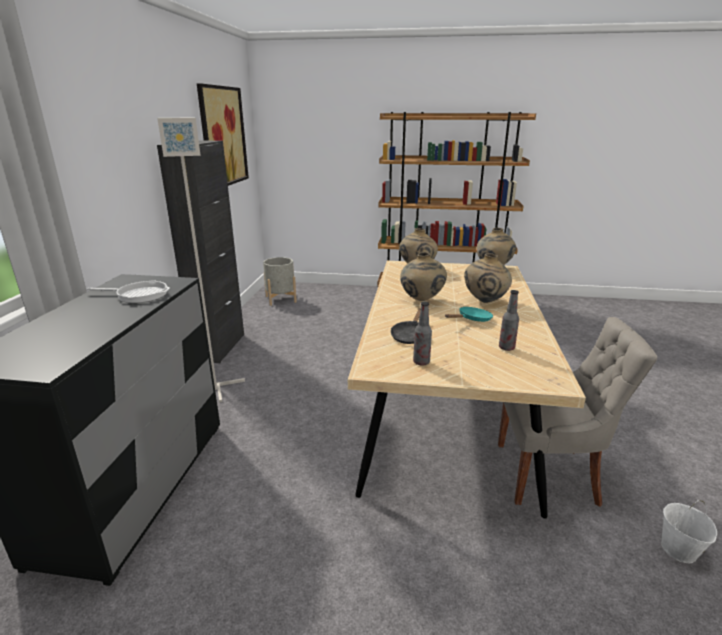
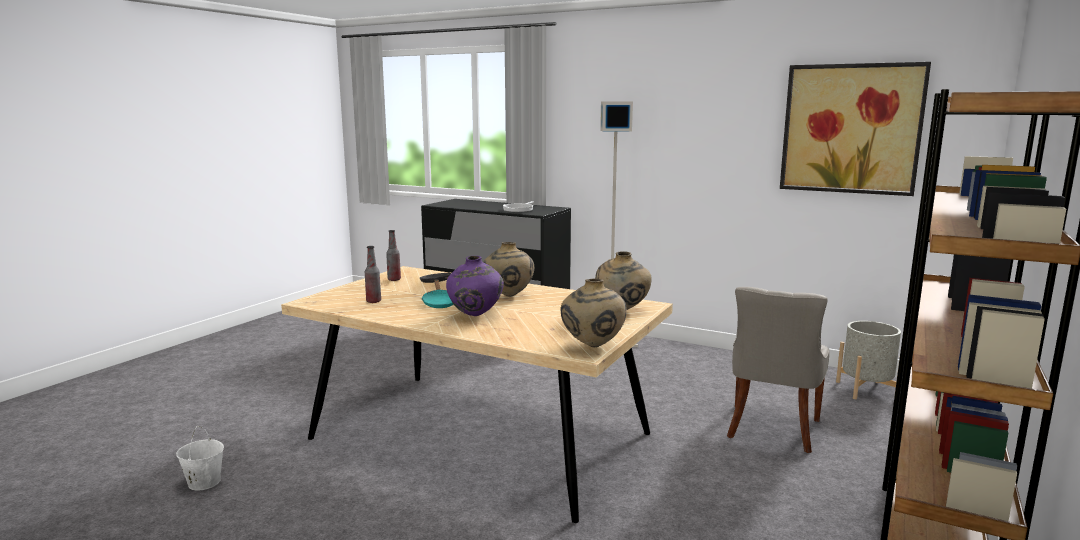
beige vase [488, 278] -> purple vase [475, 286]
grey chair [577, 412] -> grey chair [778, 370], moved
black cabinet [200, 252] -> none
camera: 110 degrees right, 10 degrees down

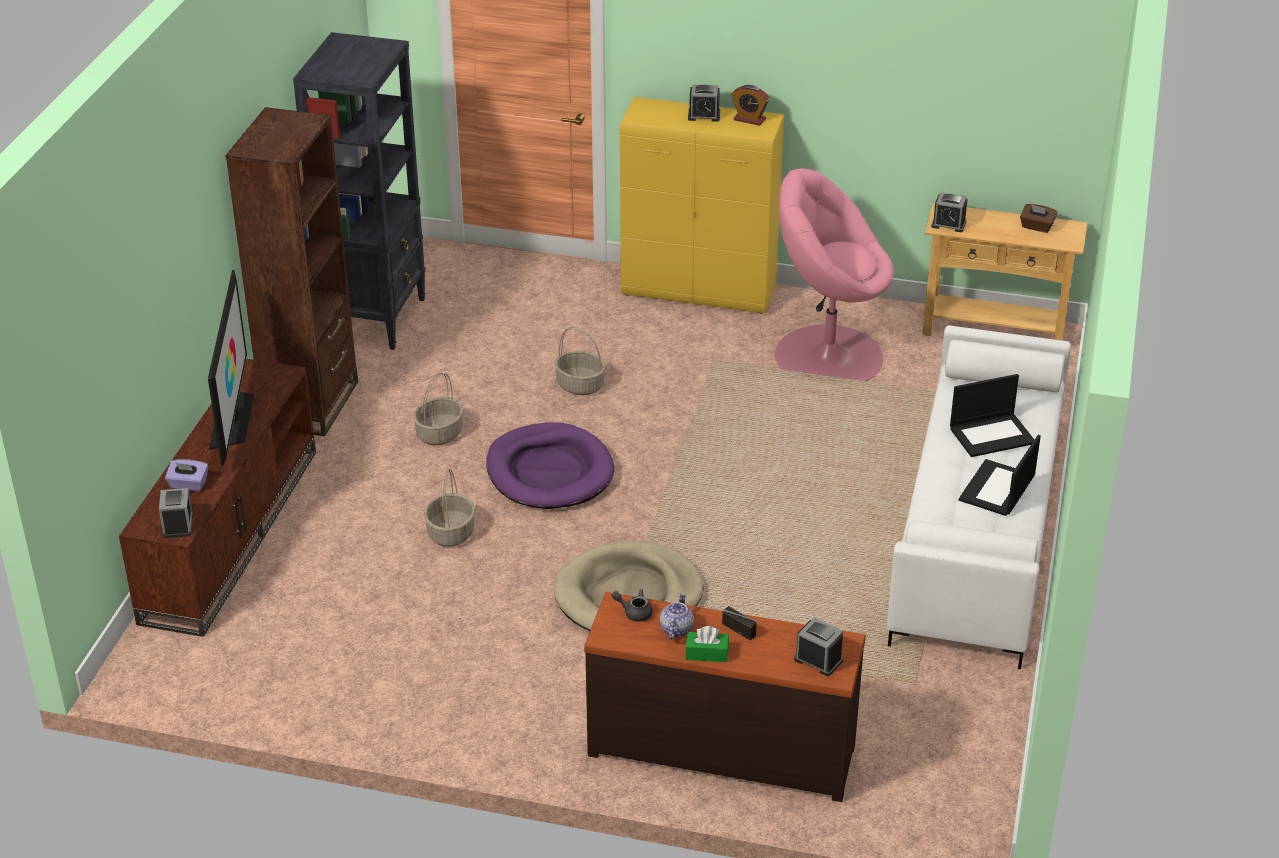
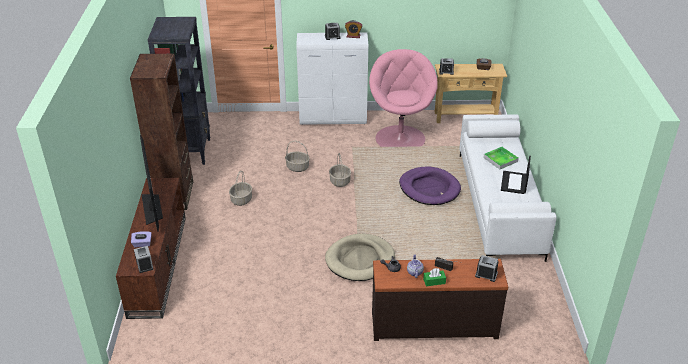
yellow cabinet [702, 205] -> white cabinet [332, 78]
basket [449, 508] -> basket [340, 170], moved
pink armchair [834, 274] -> pink armchair [403, 98], 90 degrees clockwise
purple dog bed [550, 465] -> purple dog bed [430, 186], moved
laptop [992, 415] -> tray [501, 158]
camera: 15 degrees left, 0 degrees up

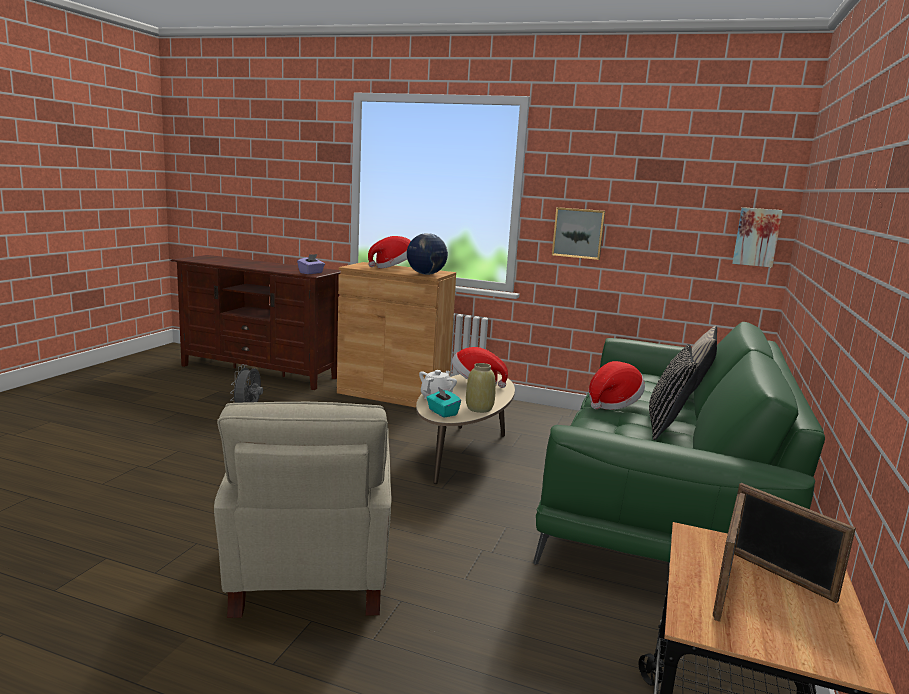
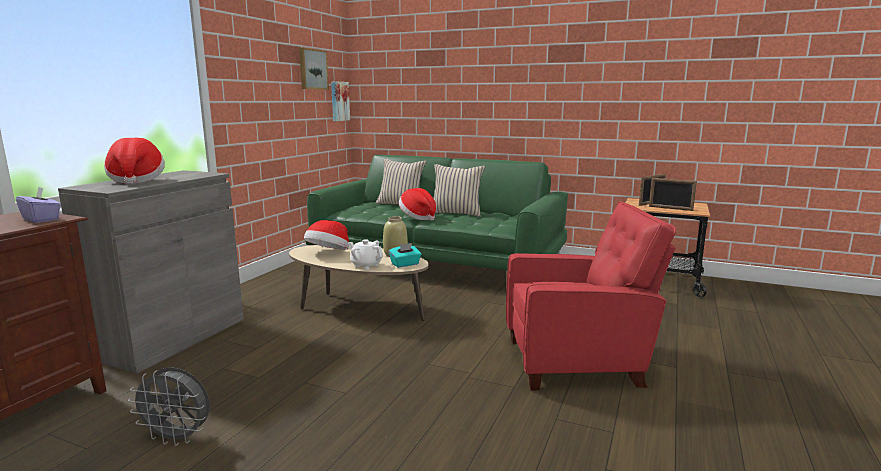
brown cabinet [396, 335] -> grey cabinet [151, 272]
picture [578, 233] -> picture [314, 69], moved
black pillow [674, 392] -> beige pillow [459, 190]
beige armchair [303, 509] -> red armchair [591, 295]
globe [427, 254] -> none
camera: 85 degrees left, 0 degrees up

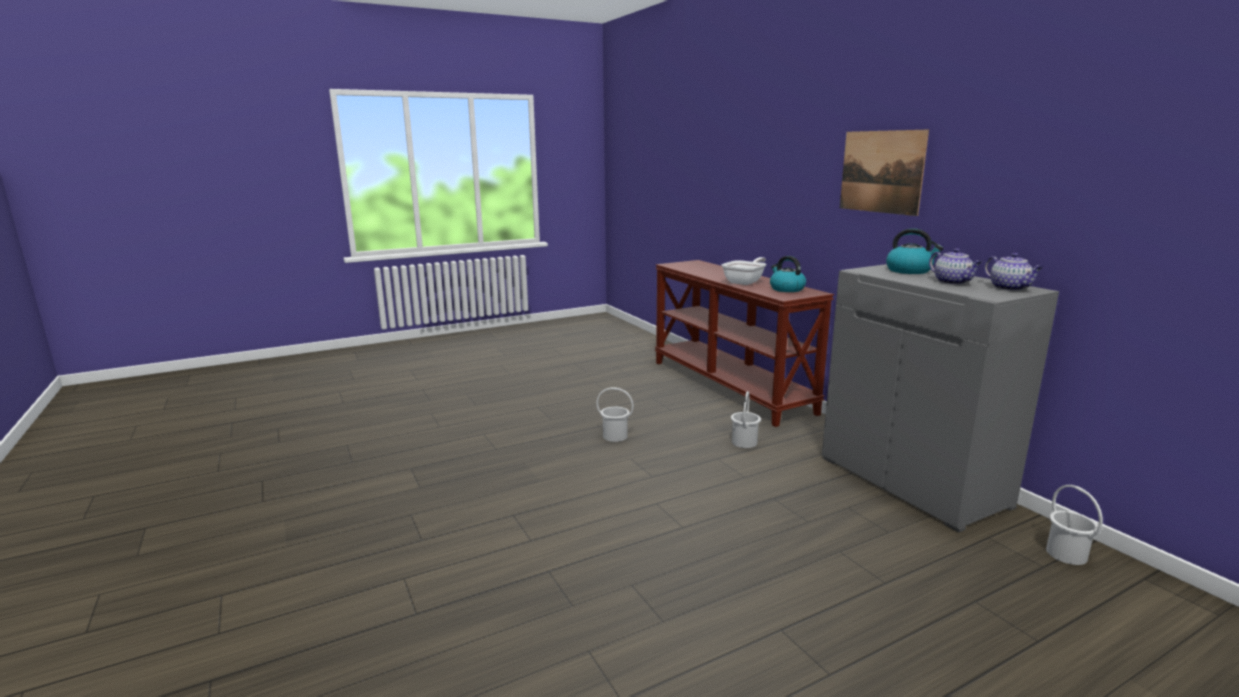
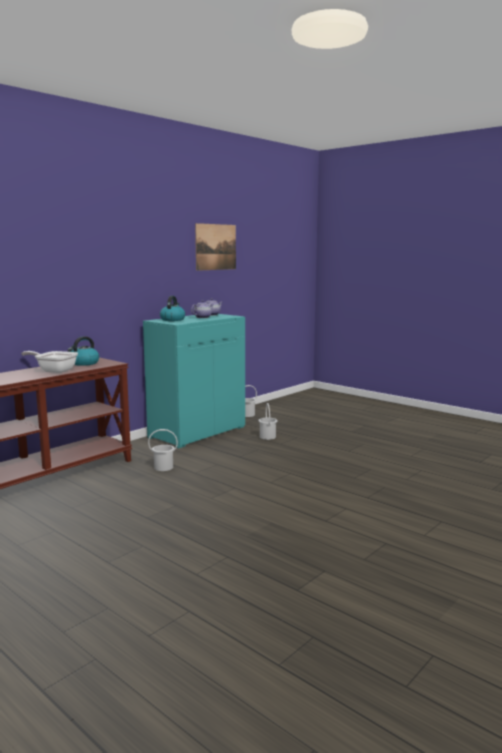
grey cabinet [940, 398] -> turquoise cabinet [194, 381]
picture [884, 173] -> picture [215, 247], moved
white bucket [615, 414] -> white bucket [267, 421], moved
camera: 110 degrees left, 5 degrees down

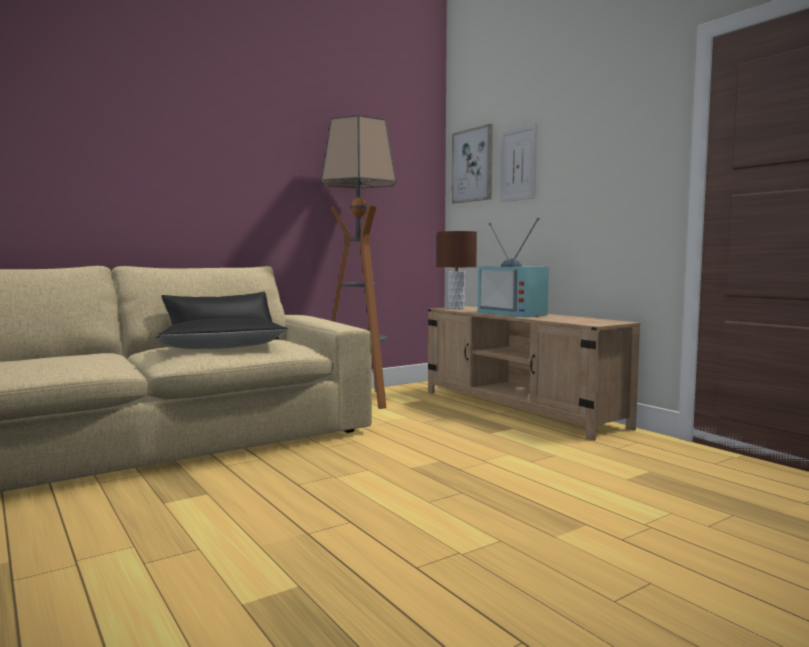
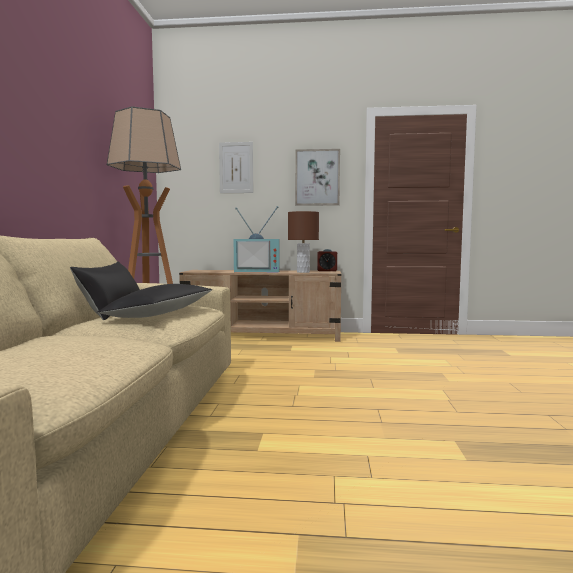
brown table lamp [457, 270] -> brown table lamp [303, 242], moved
picture [472, 164] -> picture [317, 177], moved
none -> alarm clock [327, 260]
camera: 50 degrees left, 0 degrees up

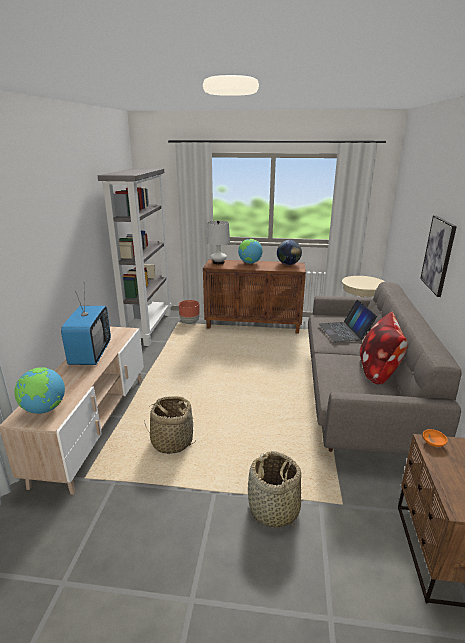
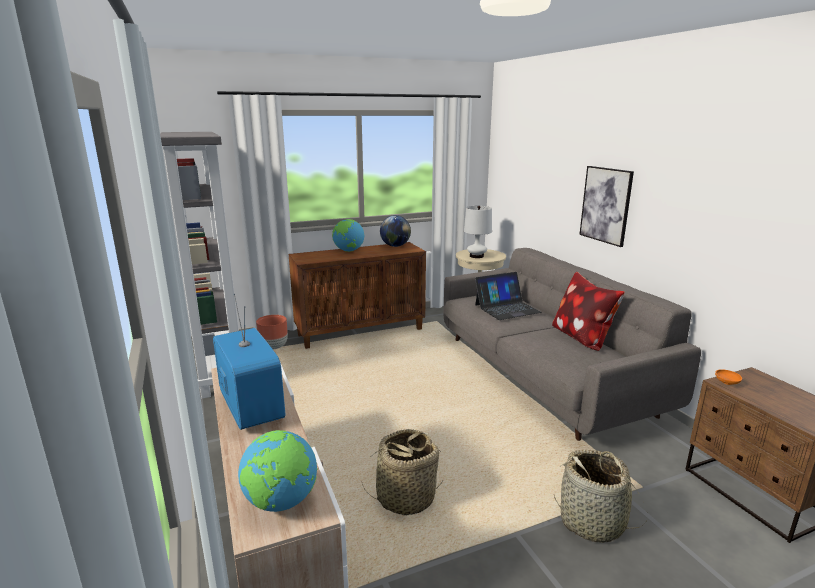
white table lamp [218, 242] -> white table lamp [478, 232], moved
laptop [348, 321] -> laptop [508, 296], 75 degrees counterclockwise
camera: 30 degrees left, 5 degrees down

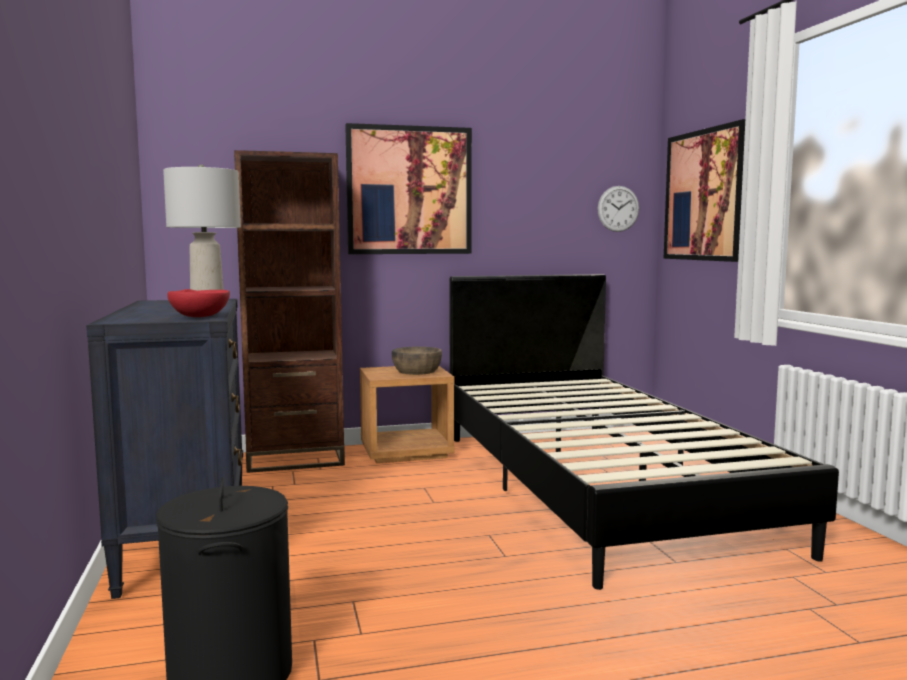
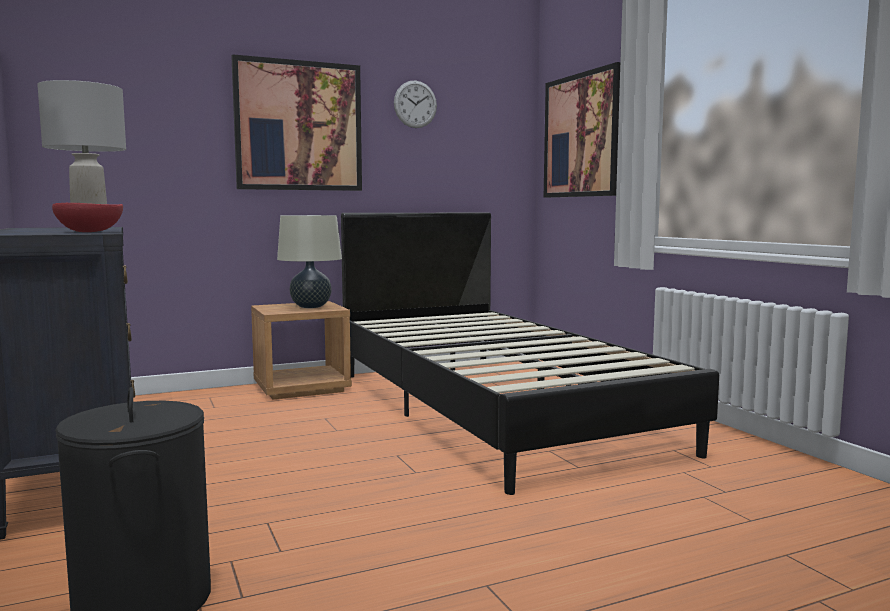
brown bowl [417, 361] -> beige table lamp [309, 261]
wall clock [618, 209] -> wall clock [415, 104], moved
brown bookcase [289, 311] -> none
camera: 10 degrees left, 0 degrees up

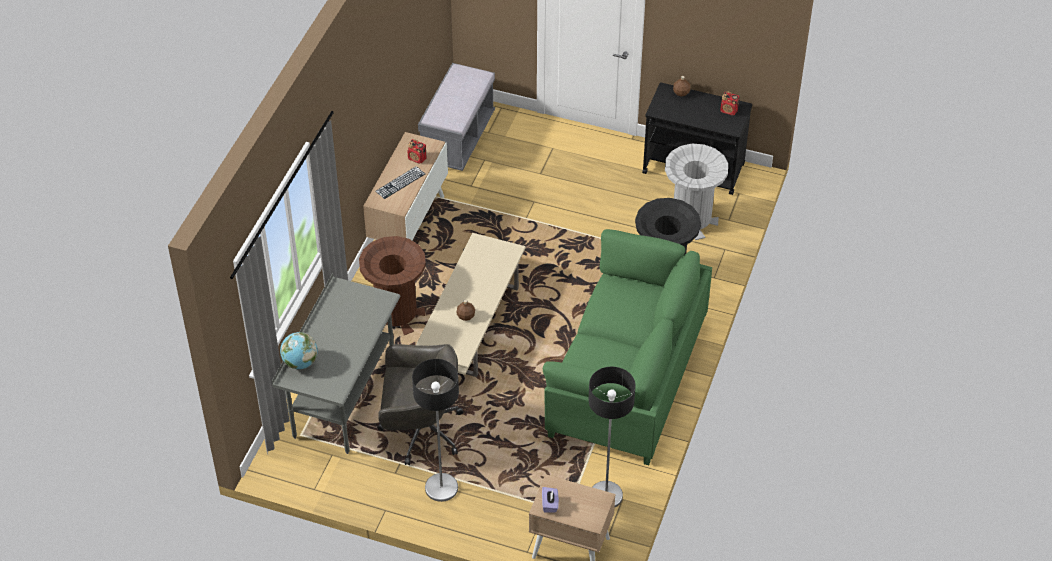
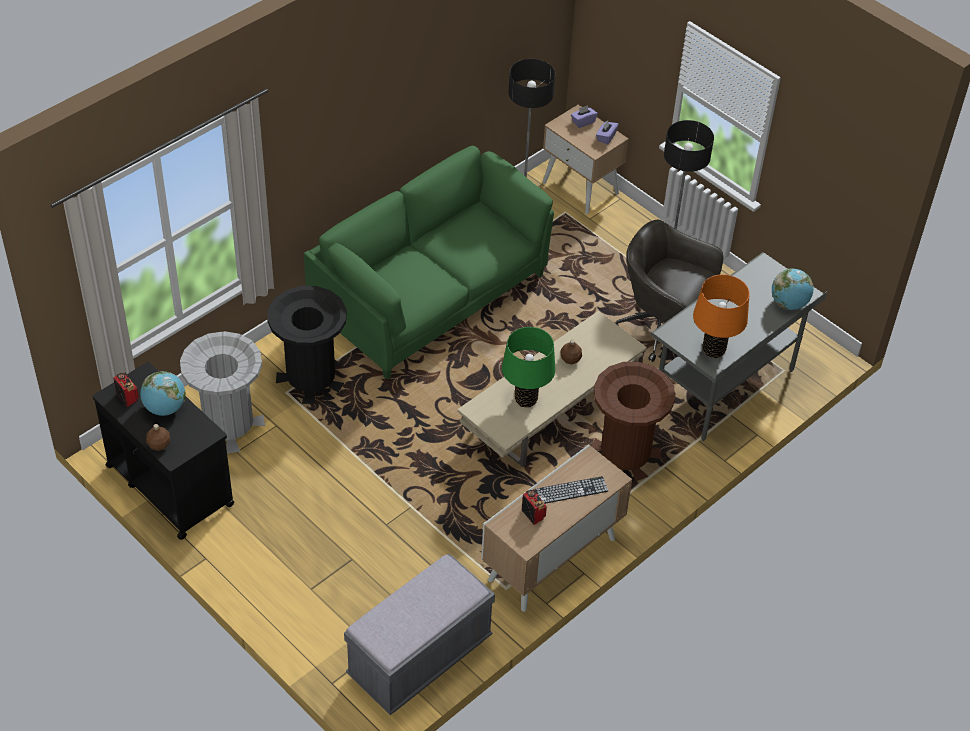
none -> globe [163, 393]
none -> green table lamp [528, 367]
none -> purple tissue box [584, 116]
none -> orange table lamp [721, 316]
camera: 155 degrees left, 0 degrees up

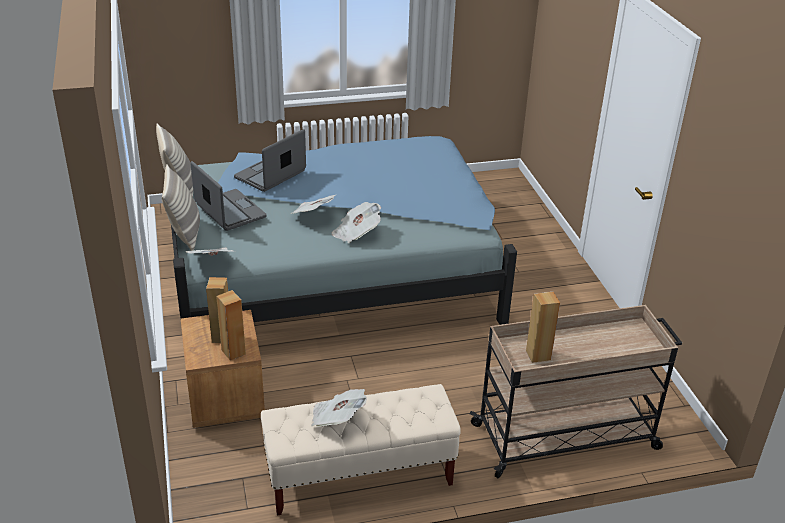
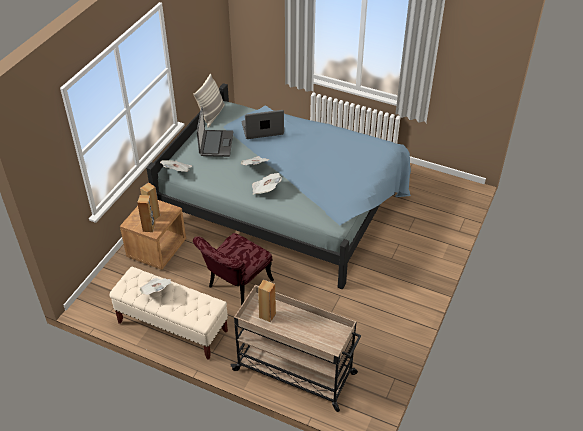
none -> red chair [233, 269]
pillow [181, 207] -> none
camera: 40 degrees right, 10 degrees up

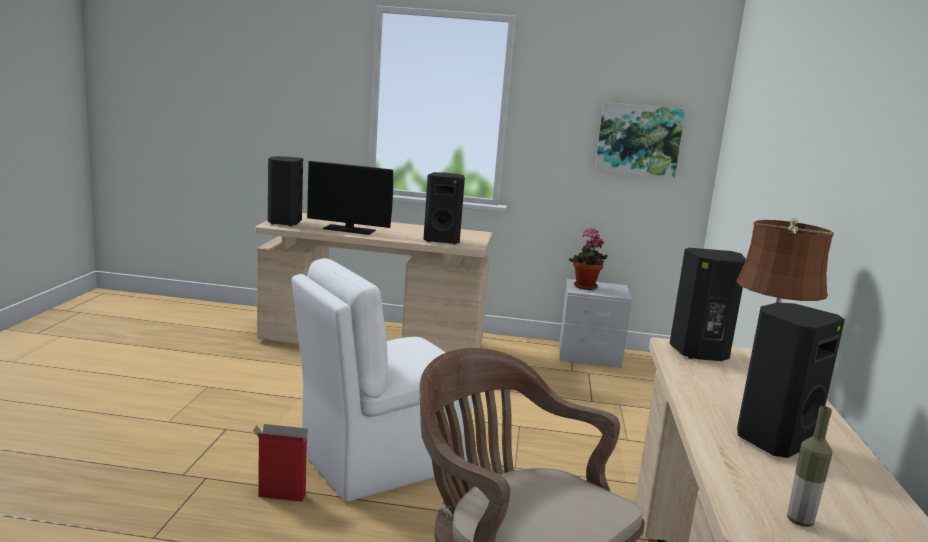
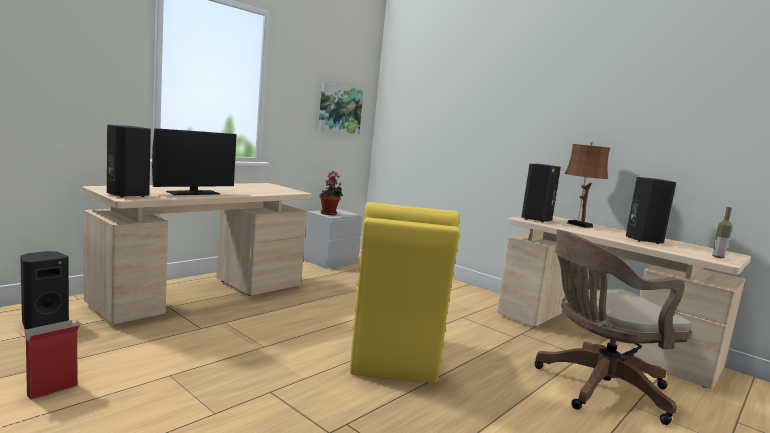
black speaker [444, 208] -> black speaker [44, 290], moved
cardboard box [282, 463] -> cardboard box [51, 360], moved
white chair [382, 380] -> yellow chair [405, 292]
camera: 55 degrees left, 5 degrees down

